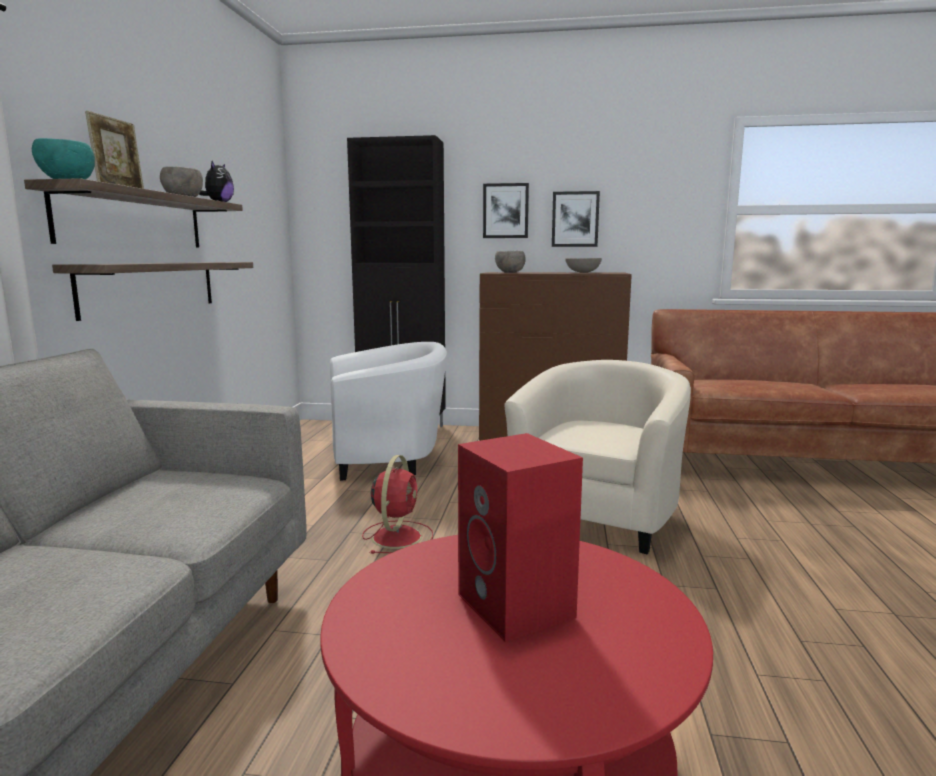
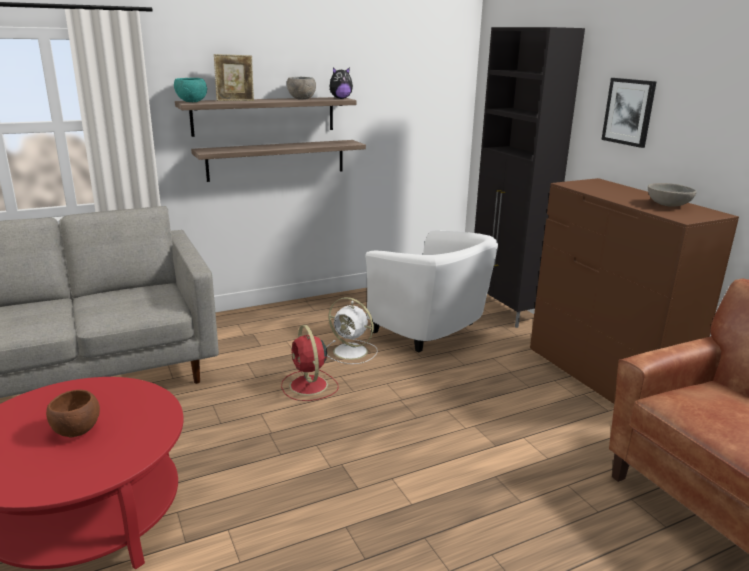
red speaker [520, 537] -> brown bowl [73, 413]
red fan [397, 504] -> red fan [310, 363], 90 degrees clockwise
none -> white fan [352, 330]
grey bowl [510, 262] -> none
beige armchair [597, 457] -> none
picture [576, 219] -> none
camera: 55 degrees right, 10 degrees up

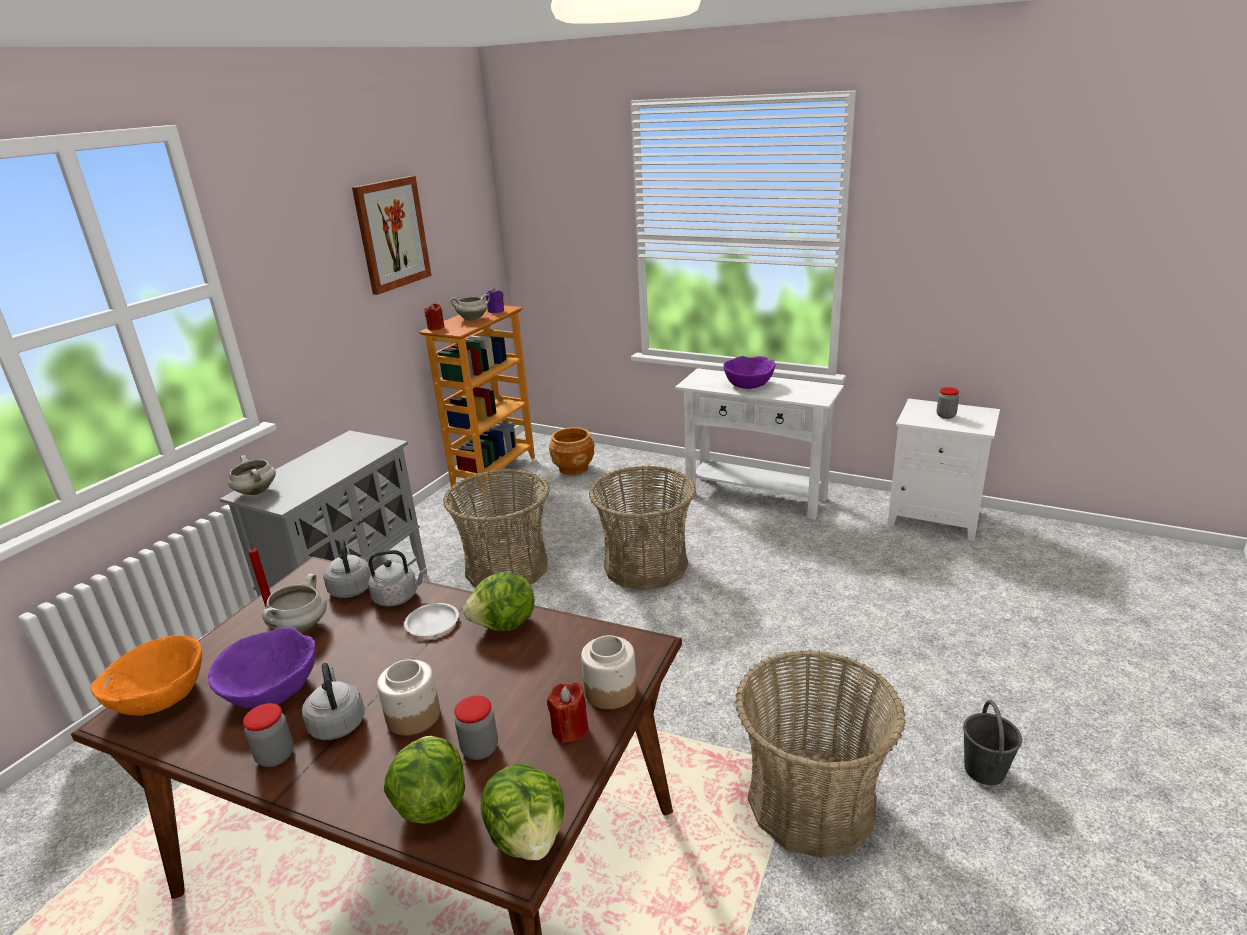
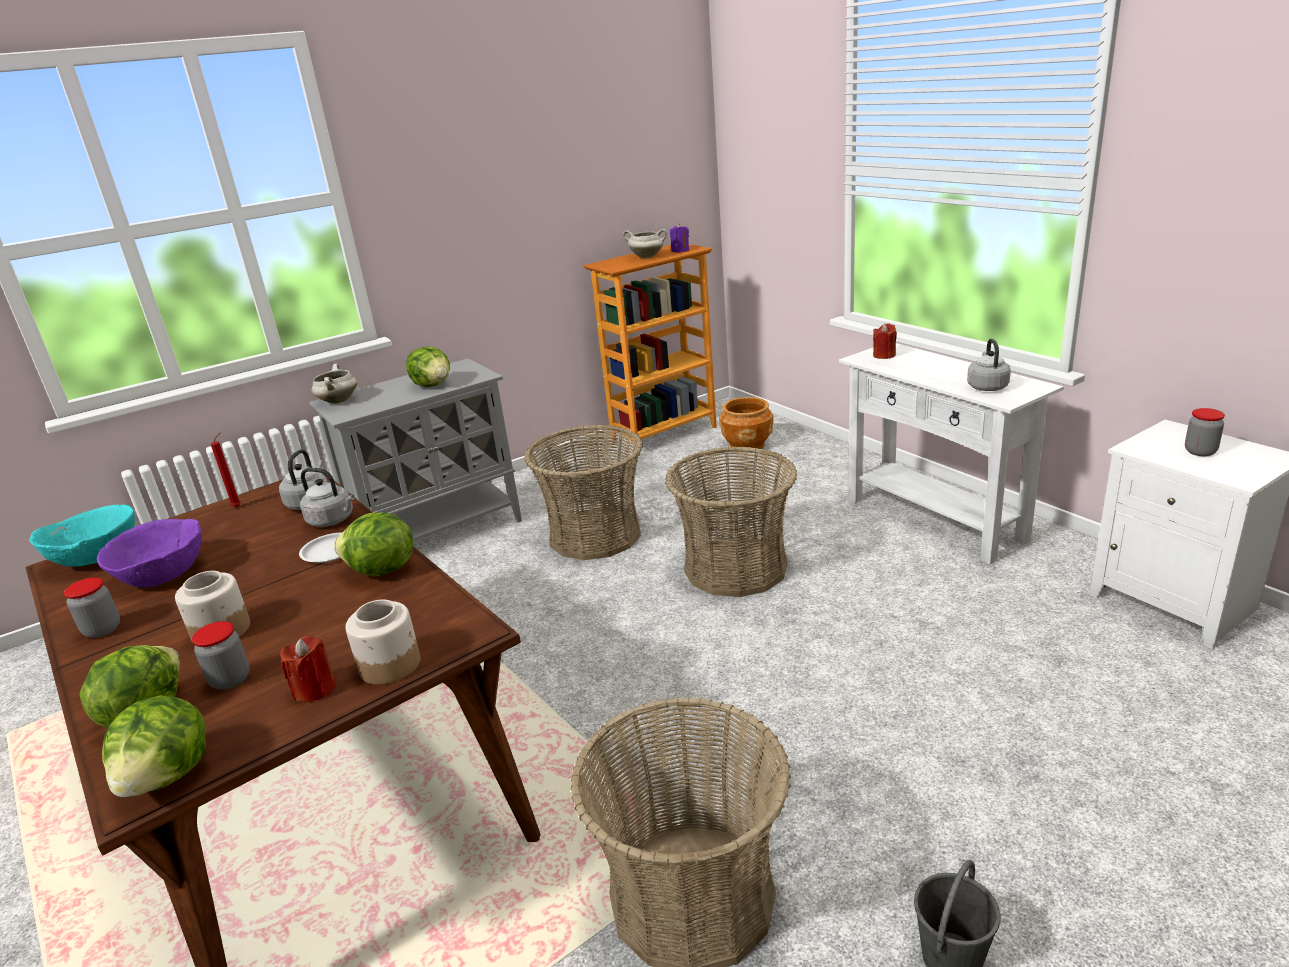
orange bowl [146, 675] -> turquoise bowl [82, 535]
none -> lettuce [428, 367]
red candle [434, 316] -> red candle [885, 341], moved
grey kettle [333, 701] -> grey kettle [989, 364], moved
white cooking pot [294, 603] -> none
picture [392, 235] -> none
purple bowl [749, 372] -> none
camera: 30 degrees right, 0 degrees up

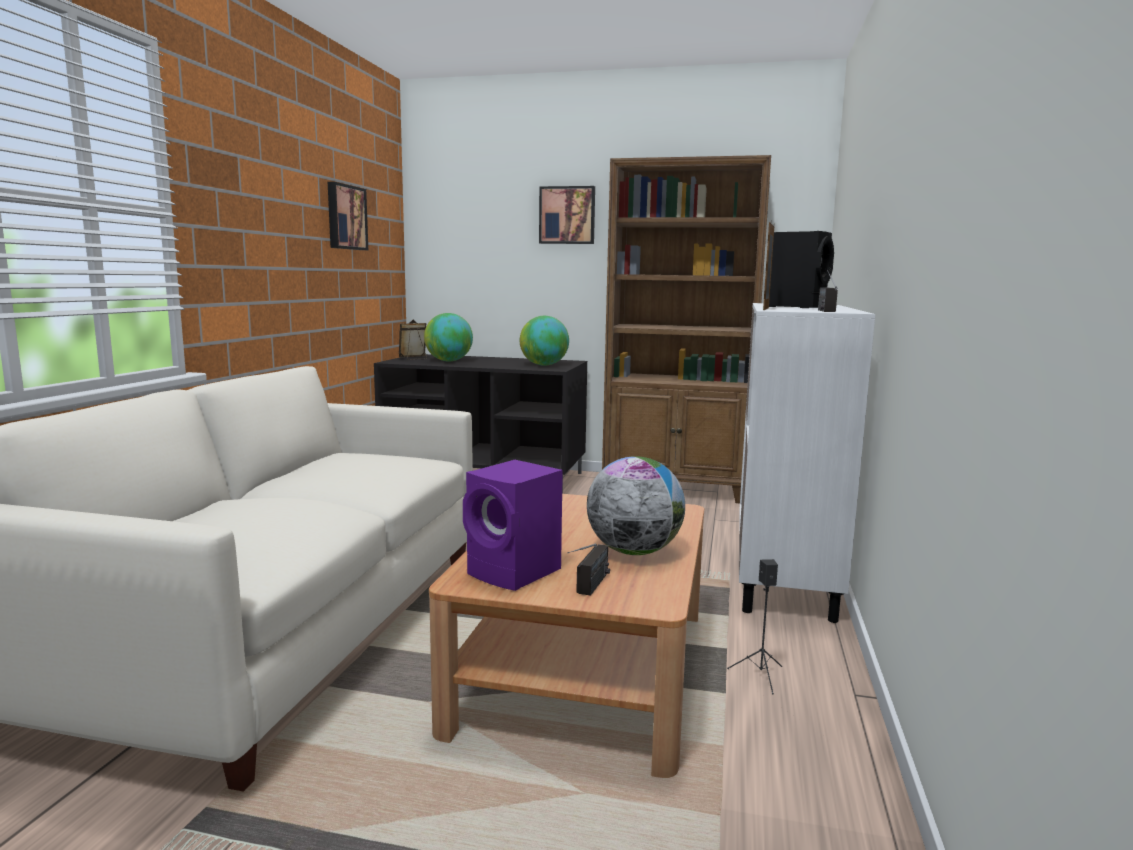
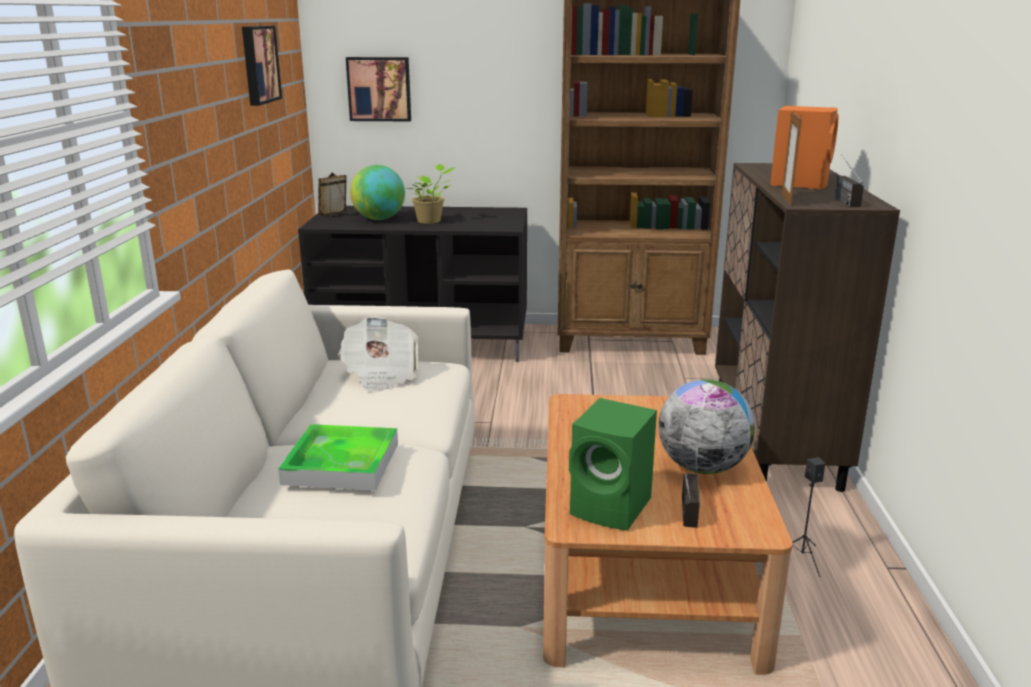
none -> tray [338, 457]
none -> newspaper [378, 354]
picture [567, 215] -> picture [378, 89], moved
none -> potted plant [431, 194]
purple speaker [513, 525] -> green speaker [613, 464]
white cabinet [807, 463] -> brown cabinet [807, 327]
black speaker [801, 269] -> orange speaker [804, 147]
globe [544, 341] -> none
camera: 10 degrees left, 10 degrees up

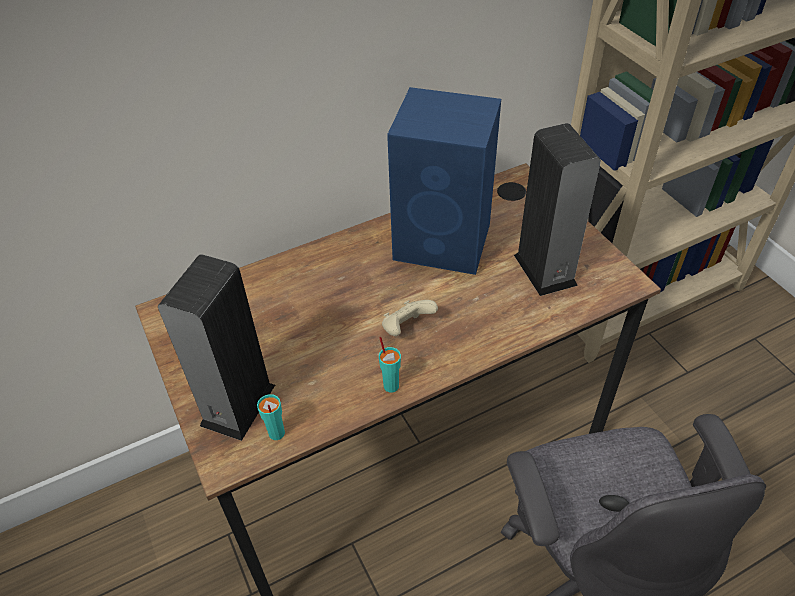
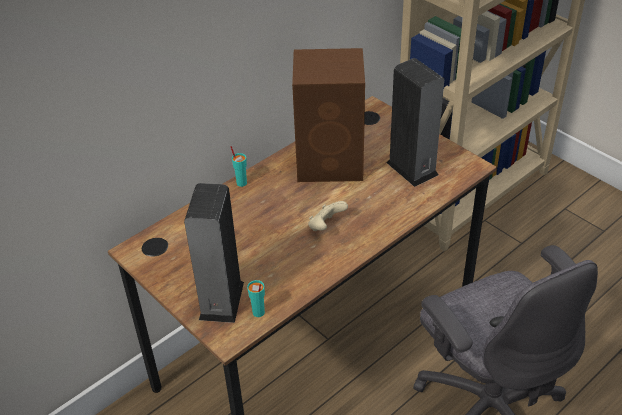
turquoise cup [390, 365] -> turquoise cup [238, 166], moved
blue speaker [444, 181] -> brown speaker [328, 115]
camera: 15 degrees left, 5 degrees down

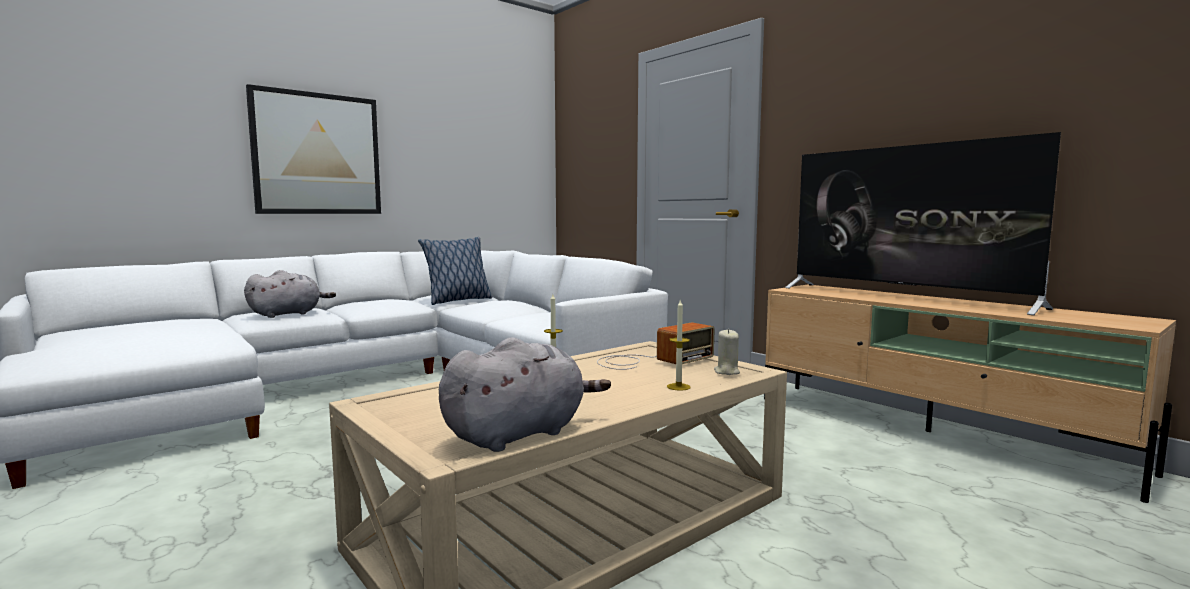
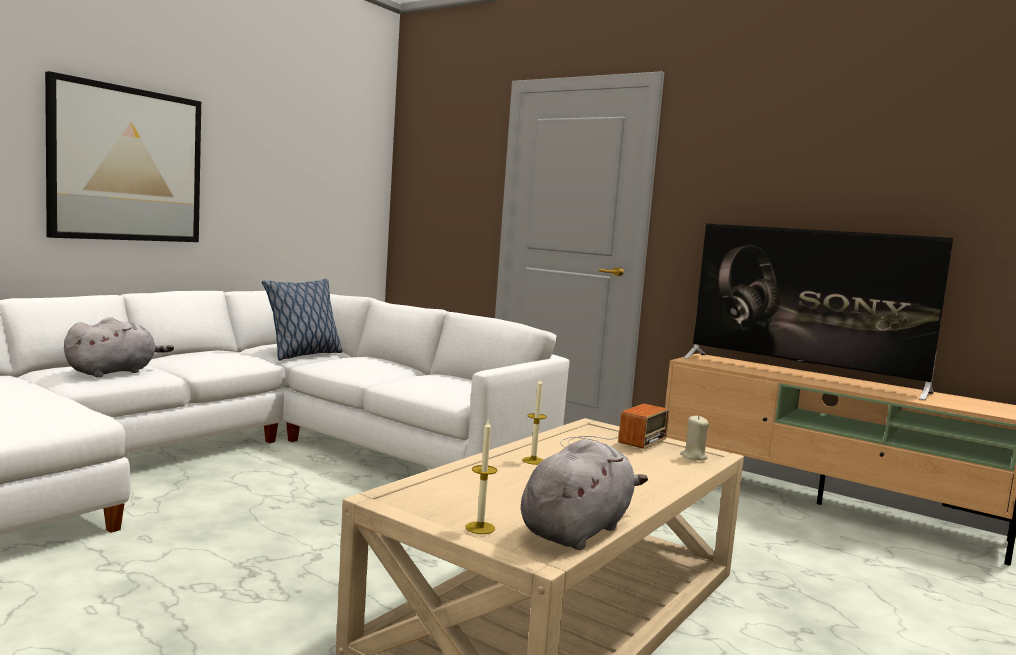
candle [679, 345] -> candle [481, 477], moved
camera: 15 degrees left, 0 degrees up

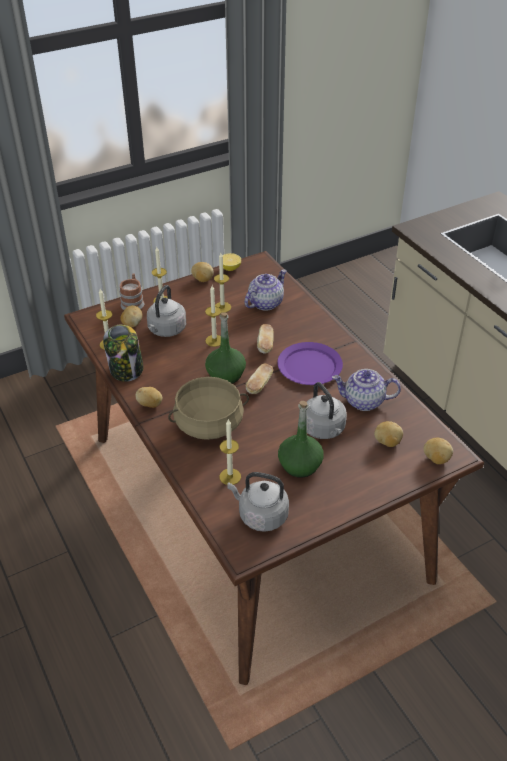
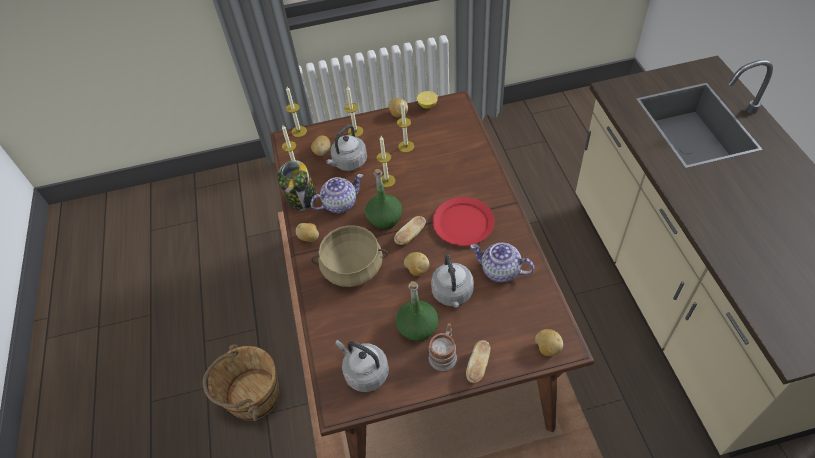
none -> brown bucket [241, 382]
candle [230, 452] -> candle [296, 112], moved
teapot [266, 290] -> teapot [336, 193], moved
potato [388, 434] -> potato [416, 264], moved
mug [131, 291] -> mug [443, 347], moved
purple plate [310, 363] -> red plate [464, 221]
bread [265, 339] -> bread [478, 361], moved
camera: 20 degrees right, 10 degrees up

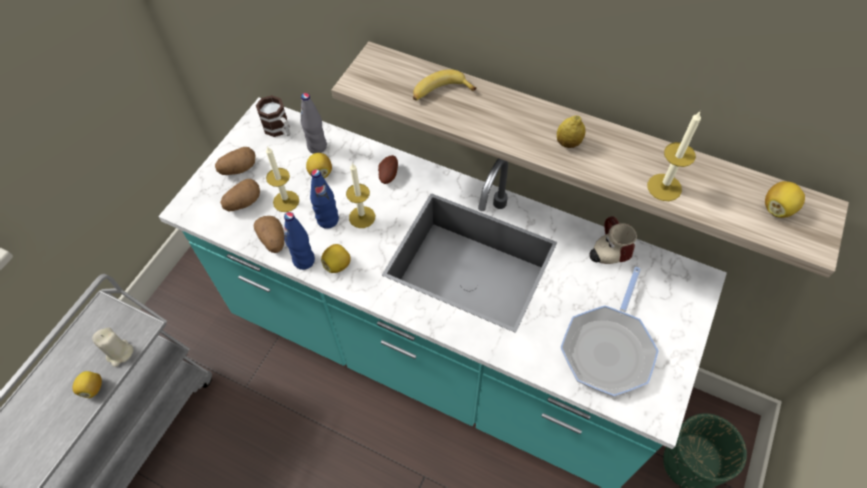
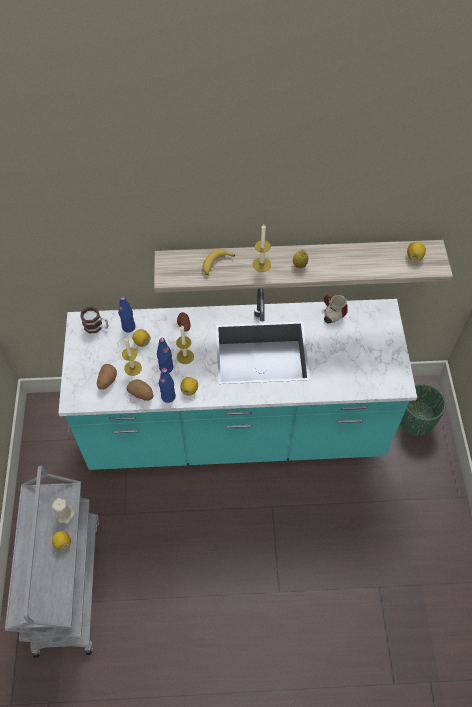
grey bottle [314, 123] -> blue bottle [126, 314]
candle [674, 156] -> candle [262, 248], moved
potato [235, 161] -> none
frying pan [609, 332] -> none
camera: 30 degrees left, 0 degrees up

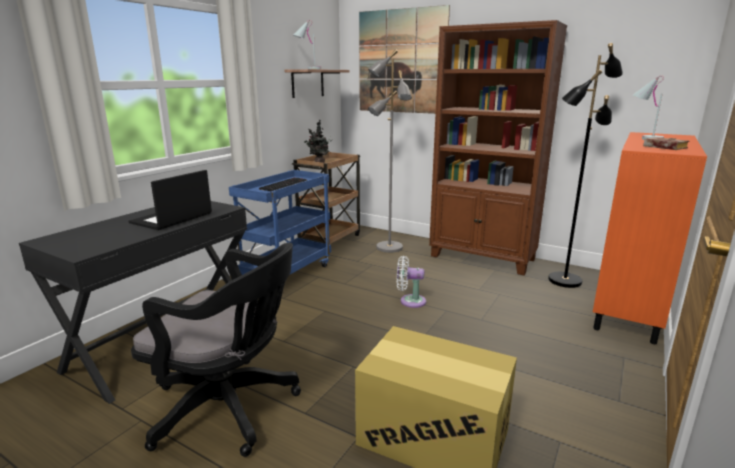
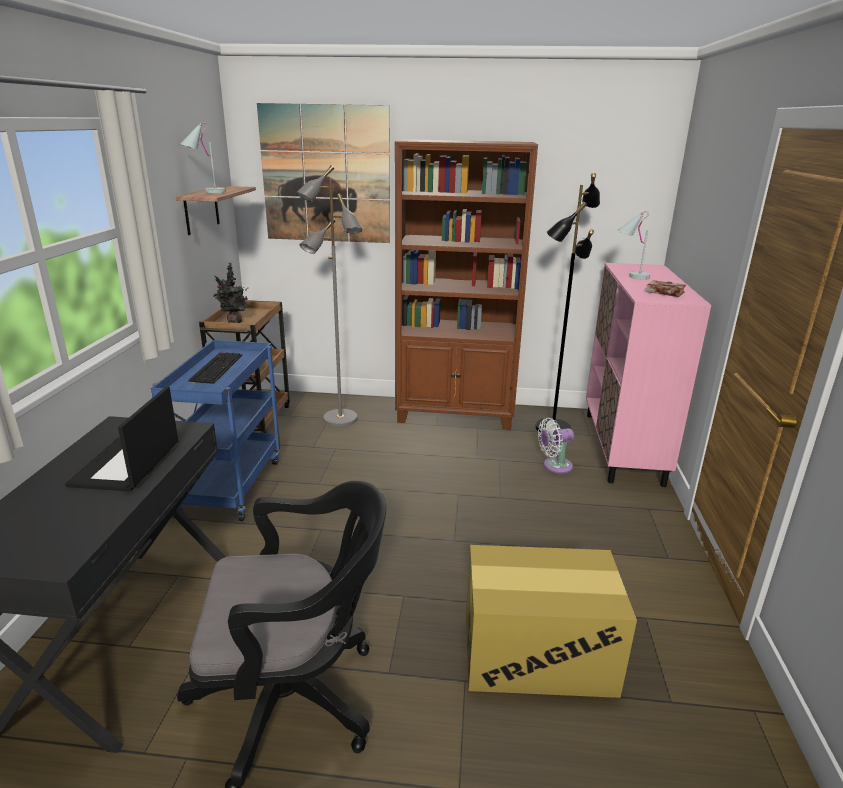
white fan [411, 282] -> white fan [556, 446], moved
orange cabinet [650, 238] -> pink cabinet [648, 375]
camera: 25 degrees left, 5 degrees up

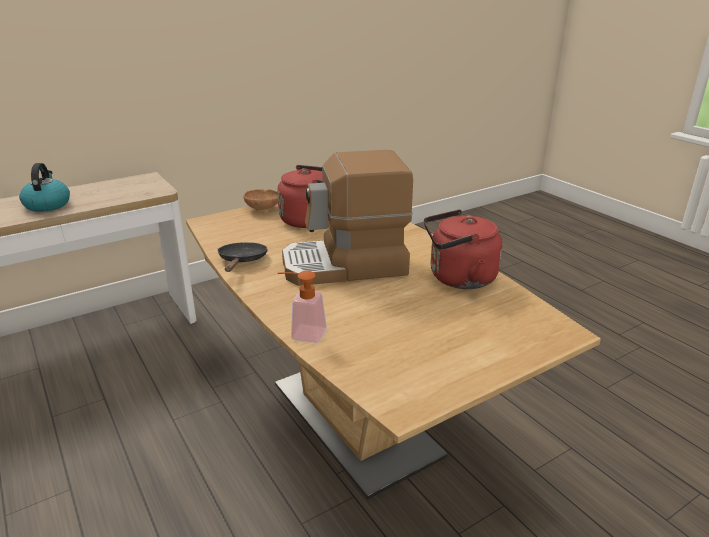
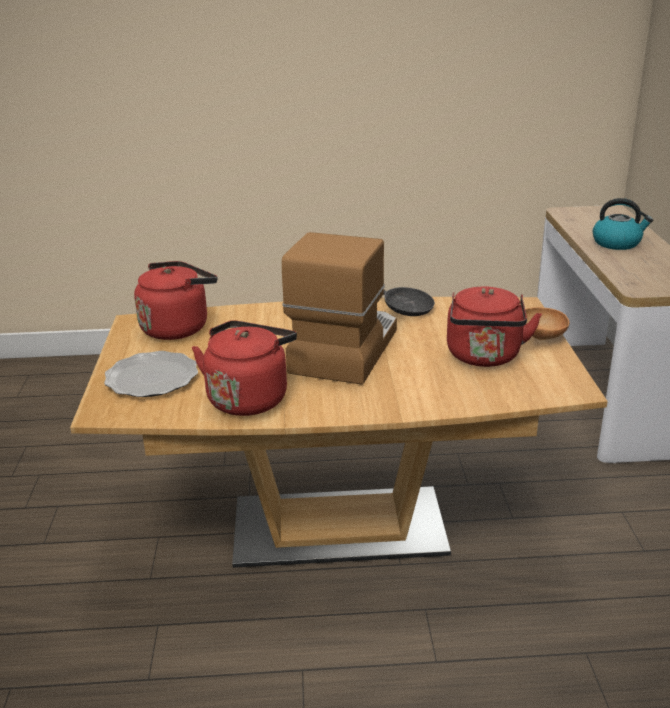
none -> plate [151, 374]
none -> red kettle [175, 300]
soap dispenser [302, 307] -> none
camera: 120 degrees right, 0 degrees up

